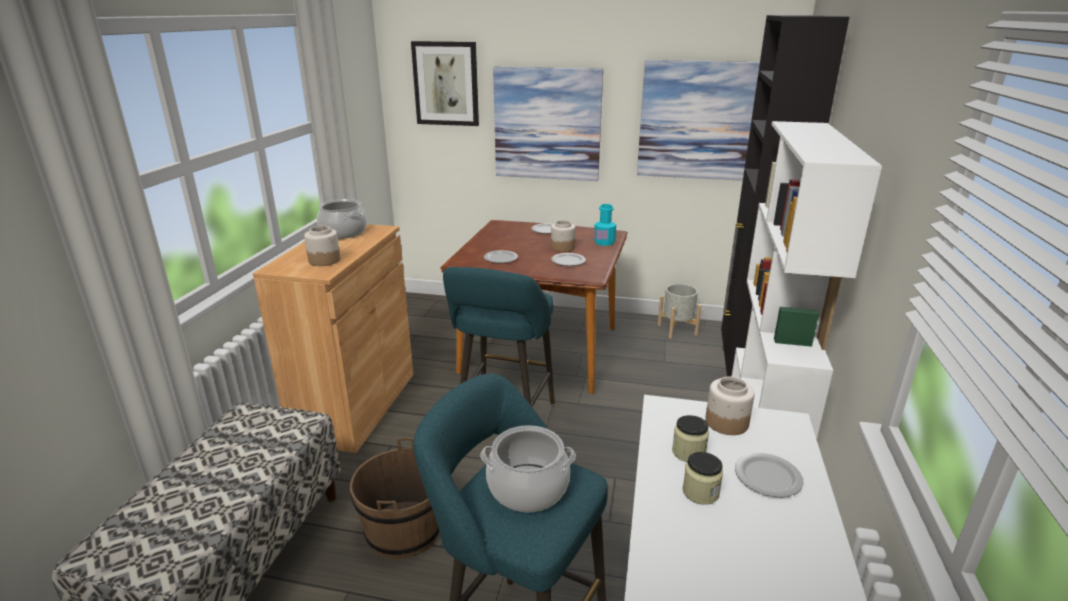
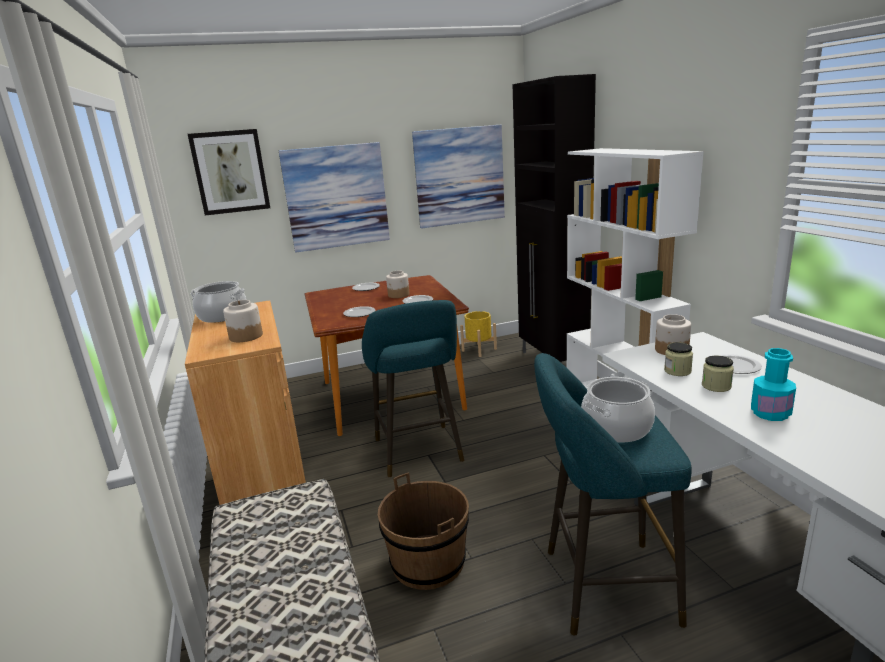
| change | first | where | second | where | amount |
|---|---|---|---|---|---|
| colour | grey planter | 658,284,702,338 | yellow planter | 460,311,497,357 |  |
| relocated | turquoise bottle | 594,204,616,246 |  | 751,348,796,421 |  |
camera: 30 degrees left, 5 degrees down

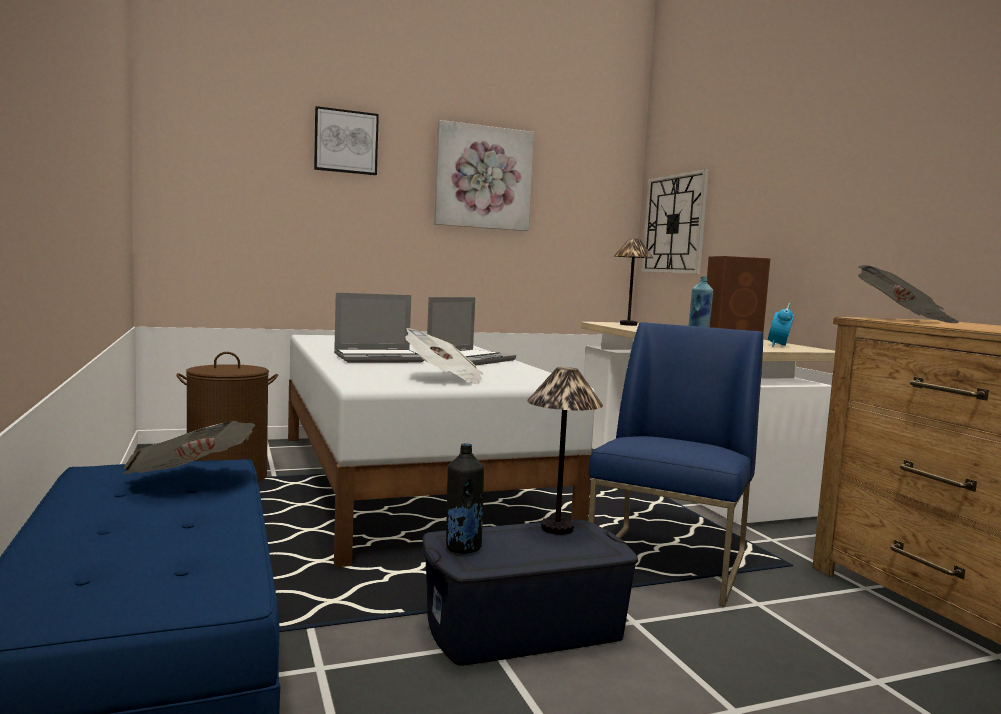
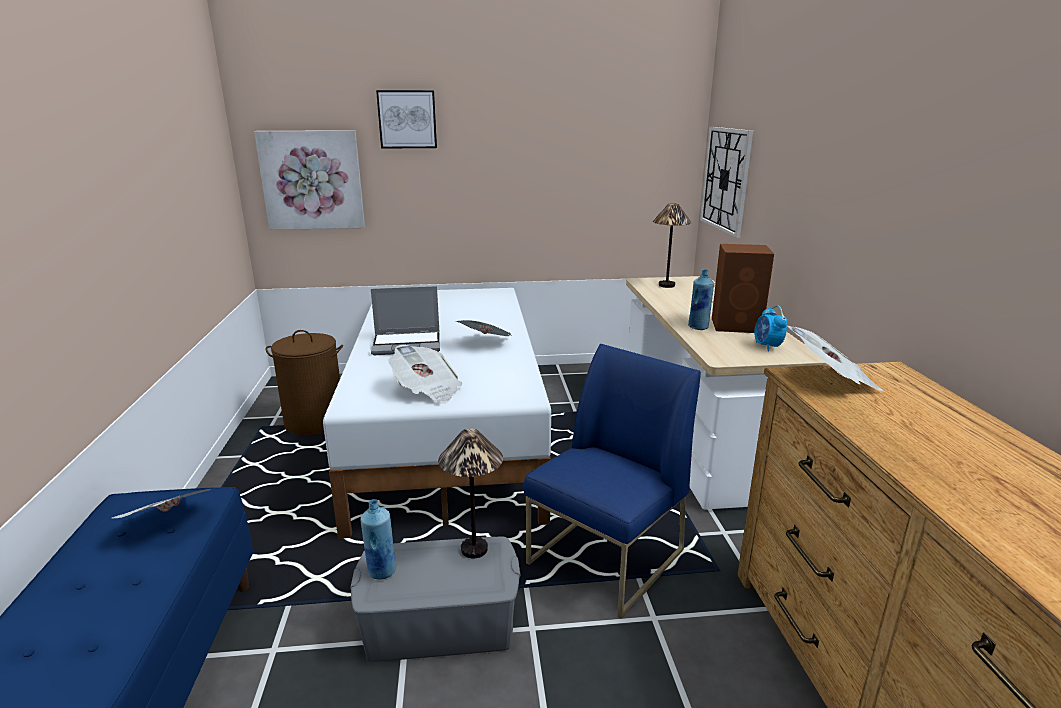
| change | first | where | second | where | amount |
|---|---|---|---|---|---|
| relocated | picture | 434,120,534,231 |  | 254,130,365,230 |  |
| colour | blue storage box | 423,519,638,666 | grey storage box | 350,537,521,662 |  |
| colour | black bottle | 446,443,484,554 | blue bottle | 360,499,396,580 |  |
| exchanged | laptop | 427,297,516,366 | newspaper | 456,320,511,336 |  |
| spun | alarm clock | 768,303,794,347 |  | 754,305,788,352 | 45 degrees counterclockwise |
camera: 15 degrees right, 15 degrees up

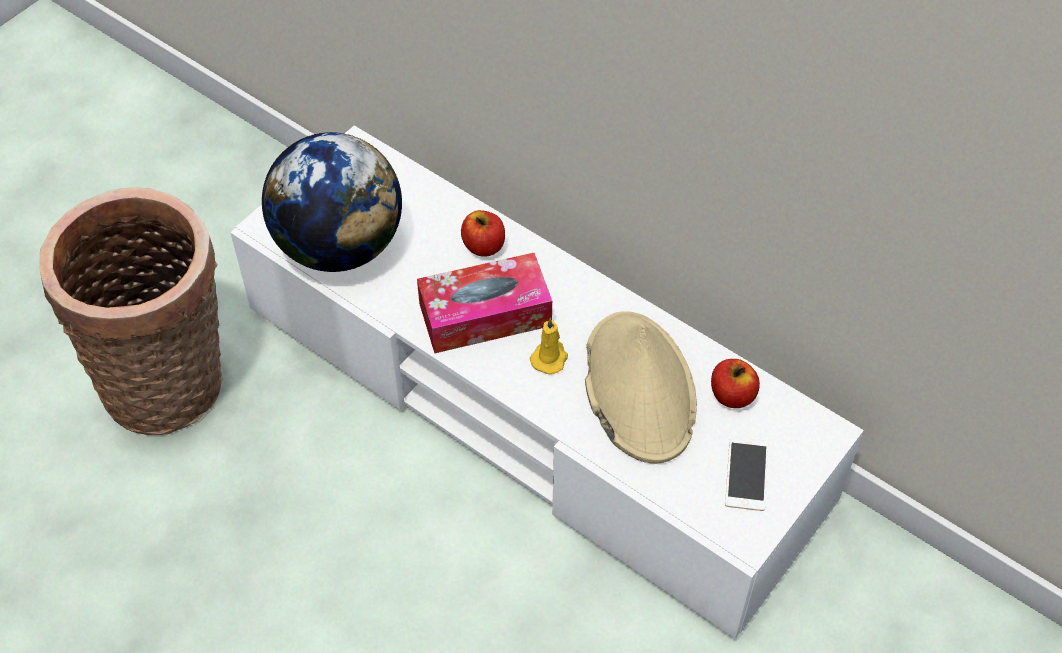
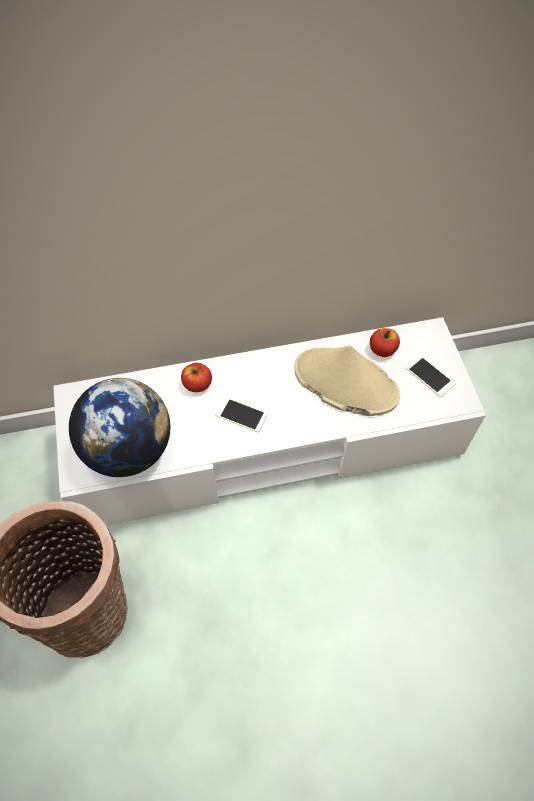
| change | first | where | second | where | amount |
|---|---|---|---|---|---|
| exchanged | tissue box | 417,253,552,353 | phone | 215,397,268,432 |  |
| missing | yellow candle | 530,317,568,375 |  |  |  |
camera: 50 degrees left, 5 degrees up

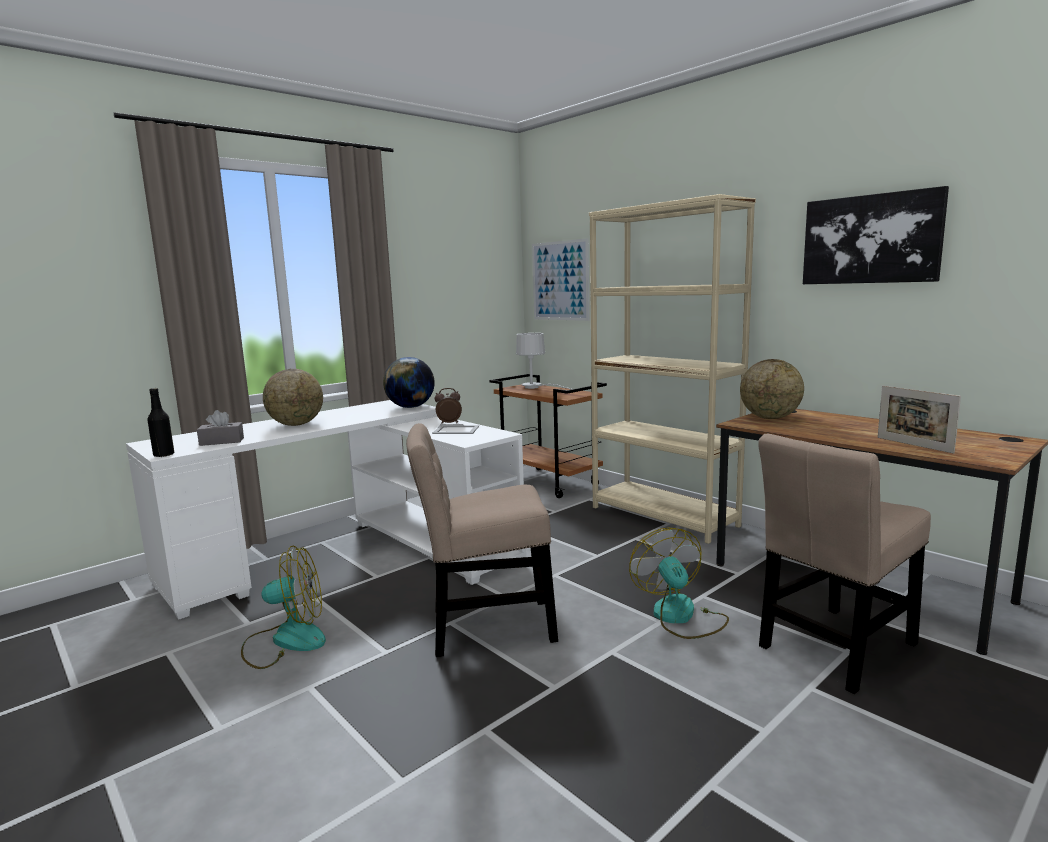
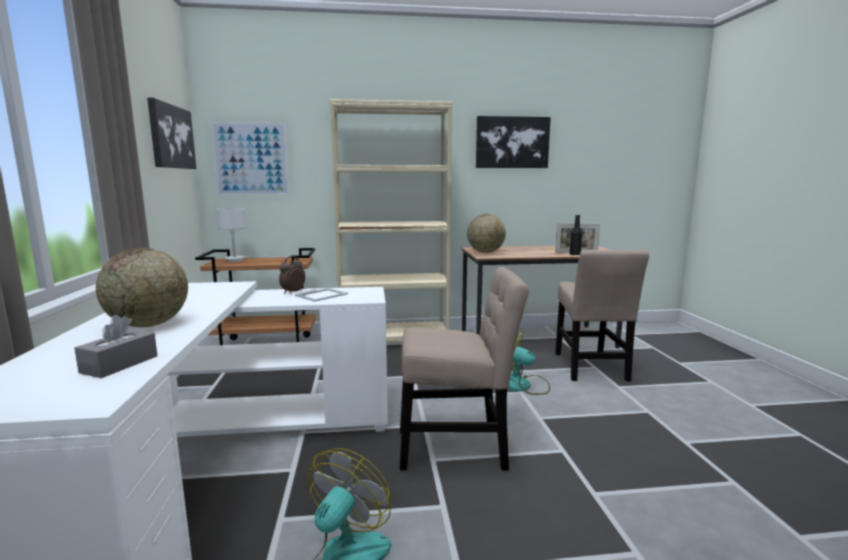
| change | first | where | second | where | amount |
|---|---|---|---|---|---|
| appeared |  |  | picture | 147,98,196,169 |  |
| spun | beige chair | 406,423,558,657 |  | 400,267,529,471 | 120 degrees counterclockwise |
| relocated | black bottle | 147,388,174,457 |  | 569,215,582,255 |  |
| missing | globe | 383,357,435,408 |  |  |  |
camera: 55 degrees left, 0 degrees up

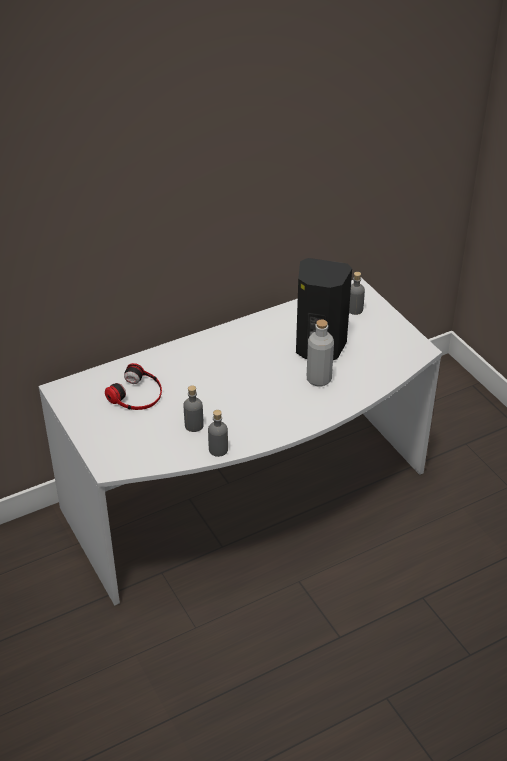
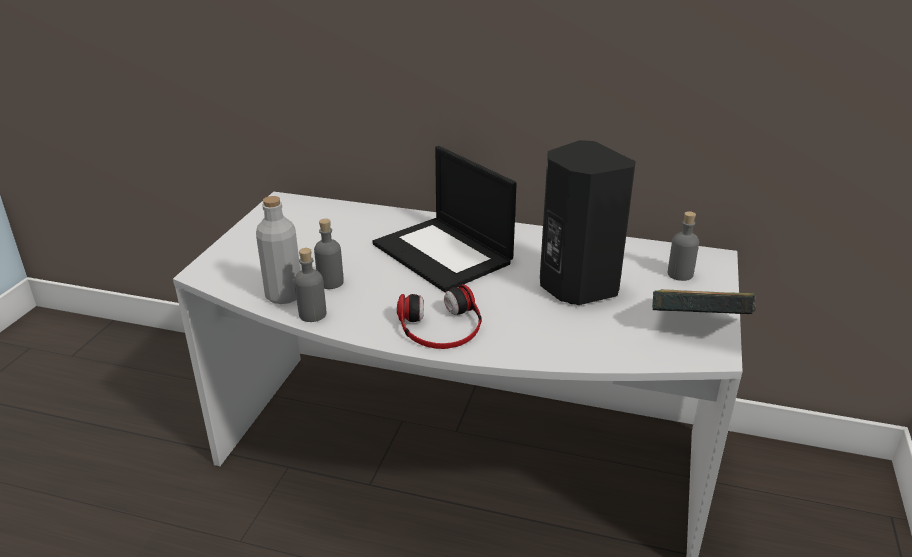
| change | first | where | second | where | amount |
|---|---|---|---|---|---|
| relocated | grey bottle | 307,320,334,386 |  | 256,196,300,304 |  |
| appeared |  |  | laptop | 373,146,517,292 |  |
| relocated | headphones | 105,363,162,410 |  | 397,284,481,349 |  |
| appeared |  |  | book | 652,289,756,314 |  |
camera: 45 degrees right, 10 degrees down

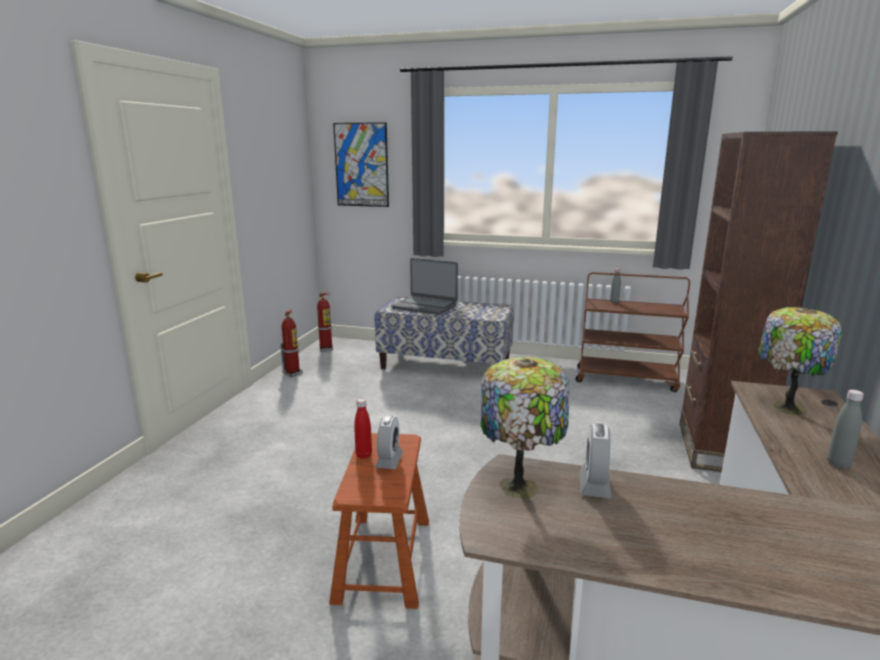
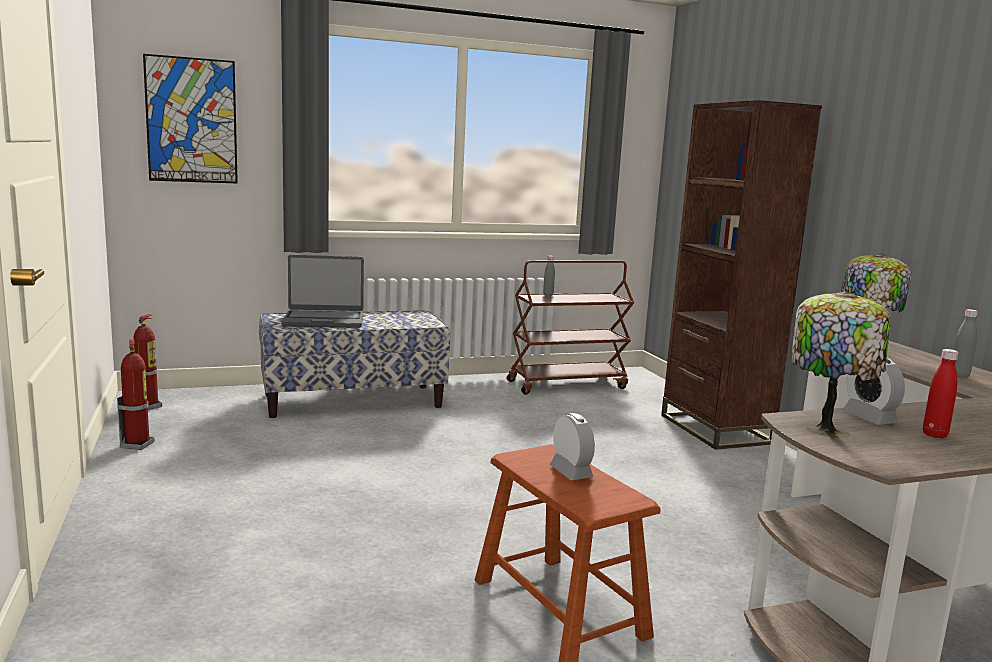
| change | first | where | second | where | amount |
|---|---|---|---|---|---|
| relocated | red bottle | 354,399,372,459 |  | 923,349,959,439 |  |
camera: 35 degrees left, 5 degrees down

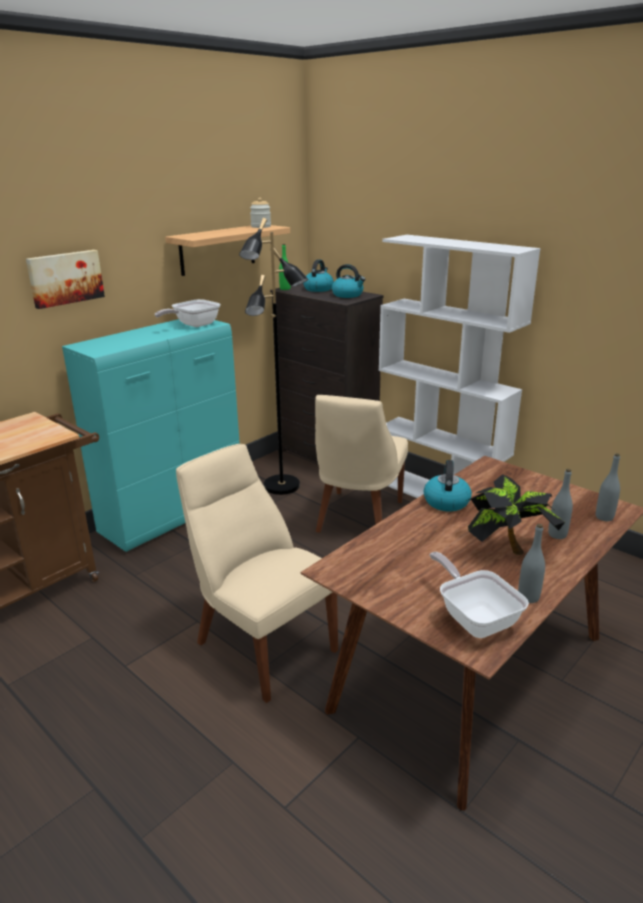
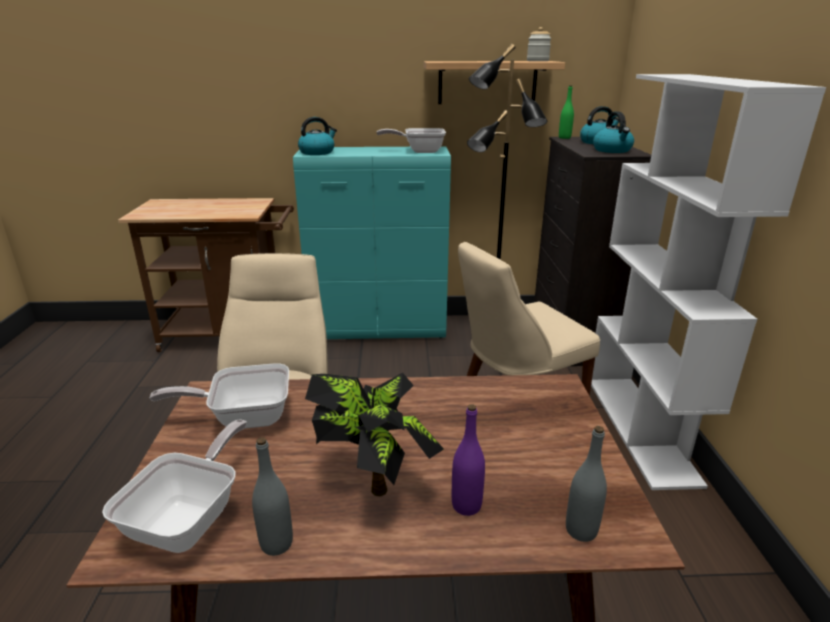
| change | first | where | second | where | amount |
|---|---|---|---|---|---|
| appeared |  |  | frying pan | 150,363,289,429 |  |
| relocated | kettle | 424,460,472,511 |  | 298,117,337,155 |  |
| colour | grey bottle | 548,469,573,539 | purple bottle | 452,404,485,516 |  |
| missing | picture | 26,250,105,309 |  |  |  |
camera: 45 degrees right, 0 degrees up

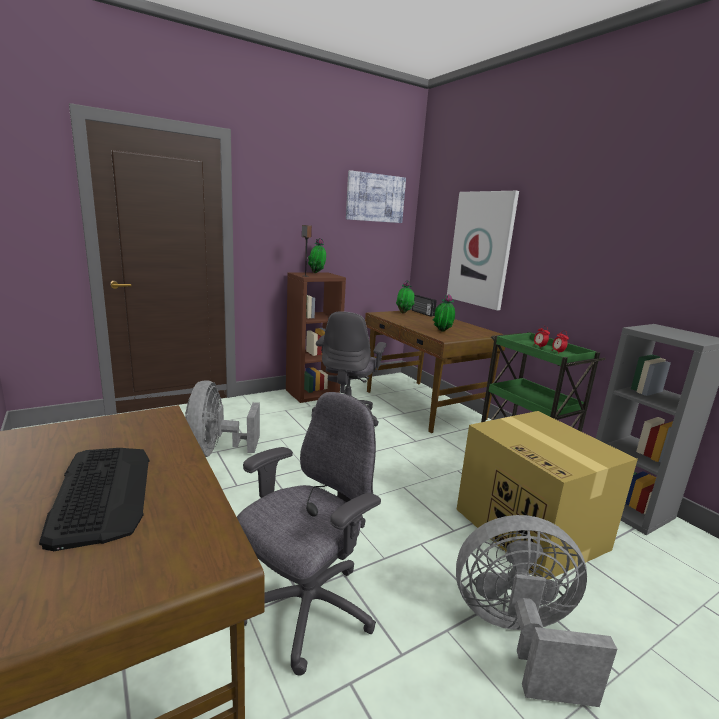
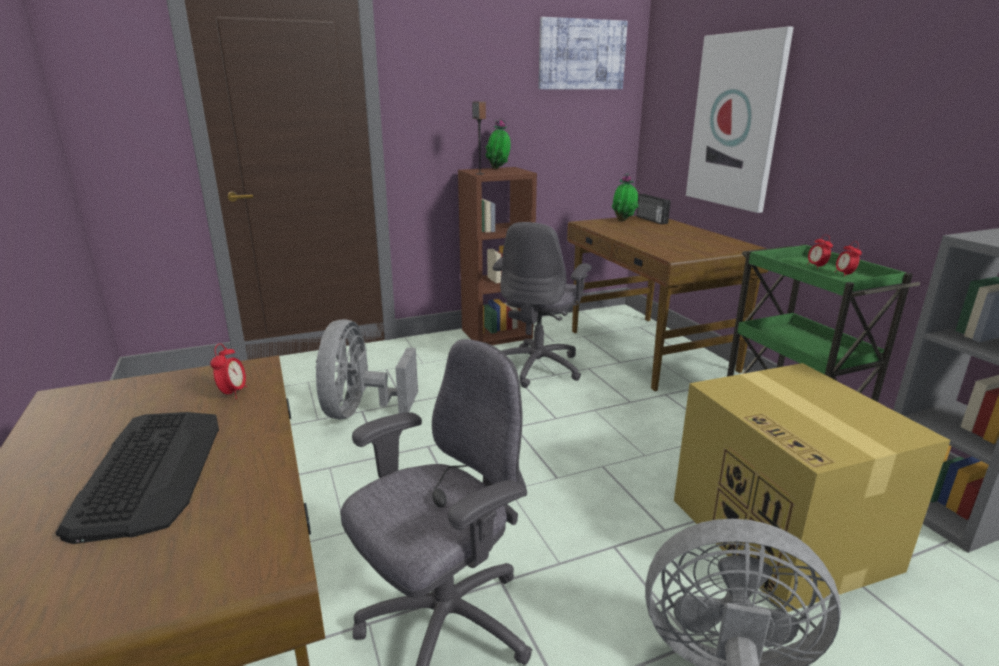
| change | first | where | second | where | amount |
|---|---|---|---|---|---|
| appeared |  |  | alarm clock | 210,343,247,399 |  |
| missing | potted plant | 433,294,455,332 |  |  |  |
camera: 10 degrees right, 5 degrees up

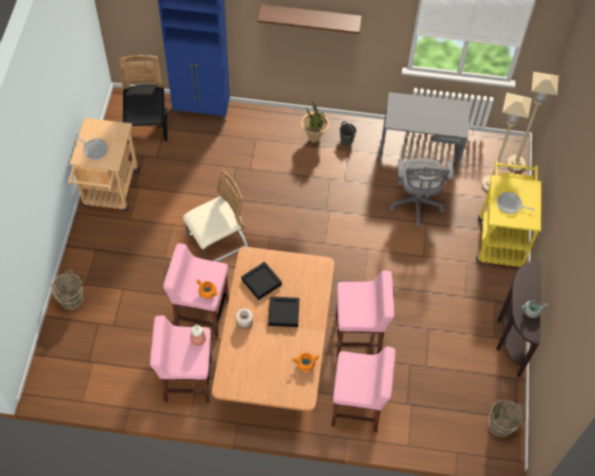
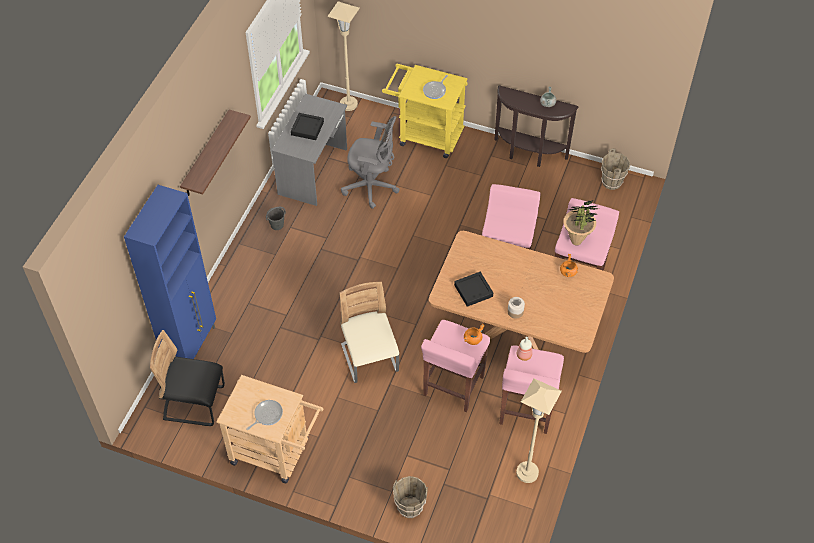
| change | first | where | second | where | amount |
|---|---|---|---|---|---|
| relocated | black tray | 268,296,300,327 |  | 291,113,324,140 |  |
| relocated | beige floor lamp | 481,93,532,191 |  | 516,379,562,483 |  |
| relocated | potted plant | 301,101,330,143 |  | 563,200,598,246 |  |
camera: 75 degrees left, 5 degrees down

